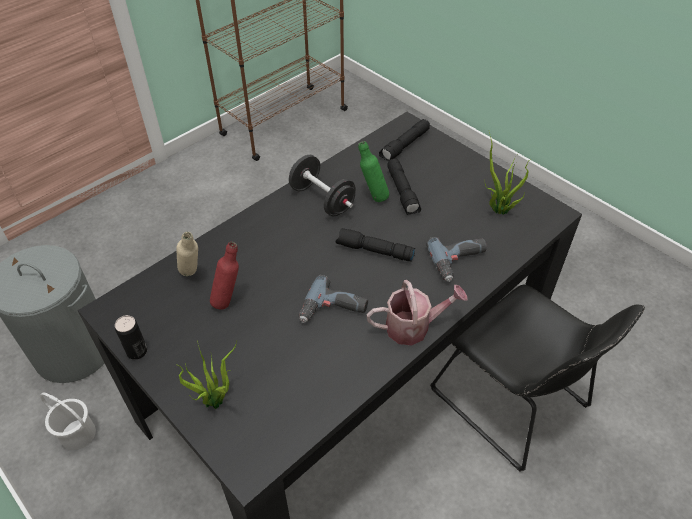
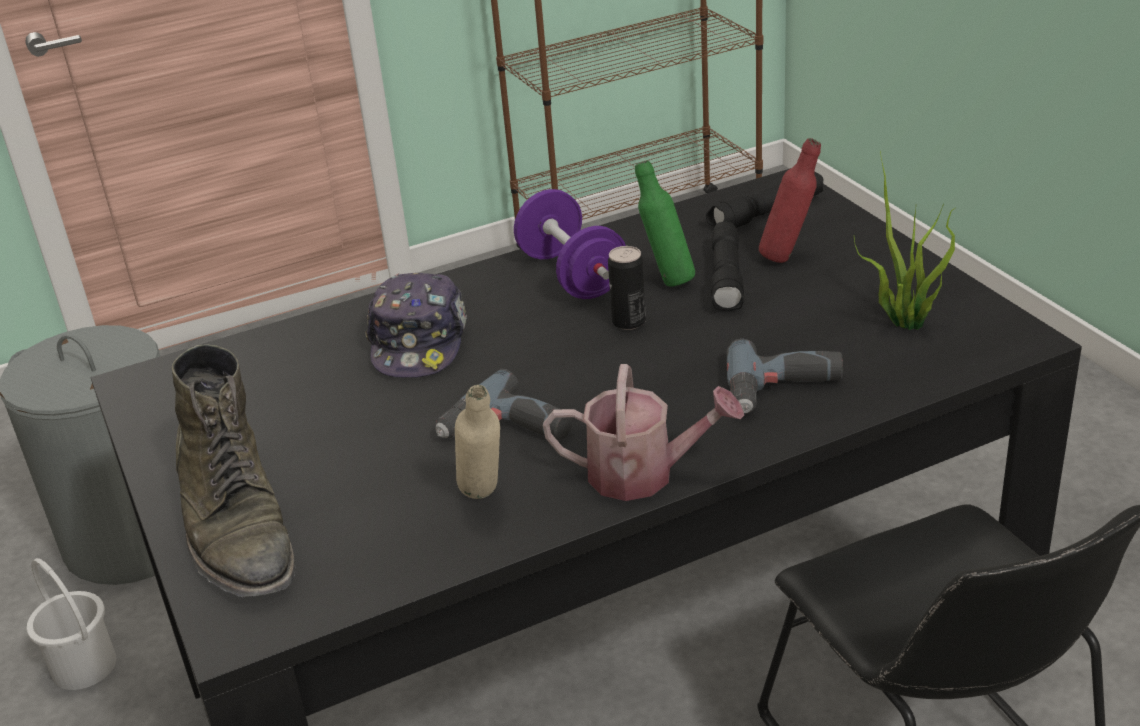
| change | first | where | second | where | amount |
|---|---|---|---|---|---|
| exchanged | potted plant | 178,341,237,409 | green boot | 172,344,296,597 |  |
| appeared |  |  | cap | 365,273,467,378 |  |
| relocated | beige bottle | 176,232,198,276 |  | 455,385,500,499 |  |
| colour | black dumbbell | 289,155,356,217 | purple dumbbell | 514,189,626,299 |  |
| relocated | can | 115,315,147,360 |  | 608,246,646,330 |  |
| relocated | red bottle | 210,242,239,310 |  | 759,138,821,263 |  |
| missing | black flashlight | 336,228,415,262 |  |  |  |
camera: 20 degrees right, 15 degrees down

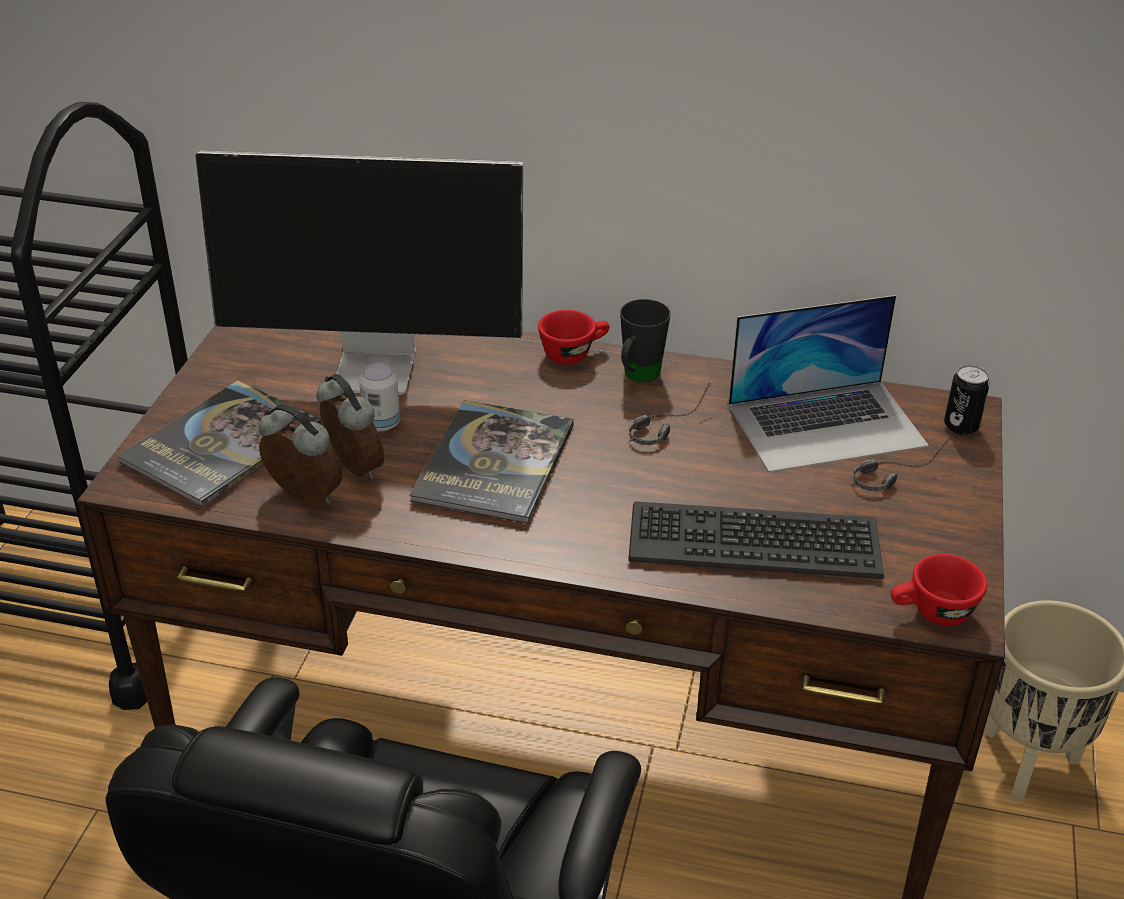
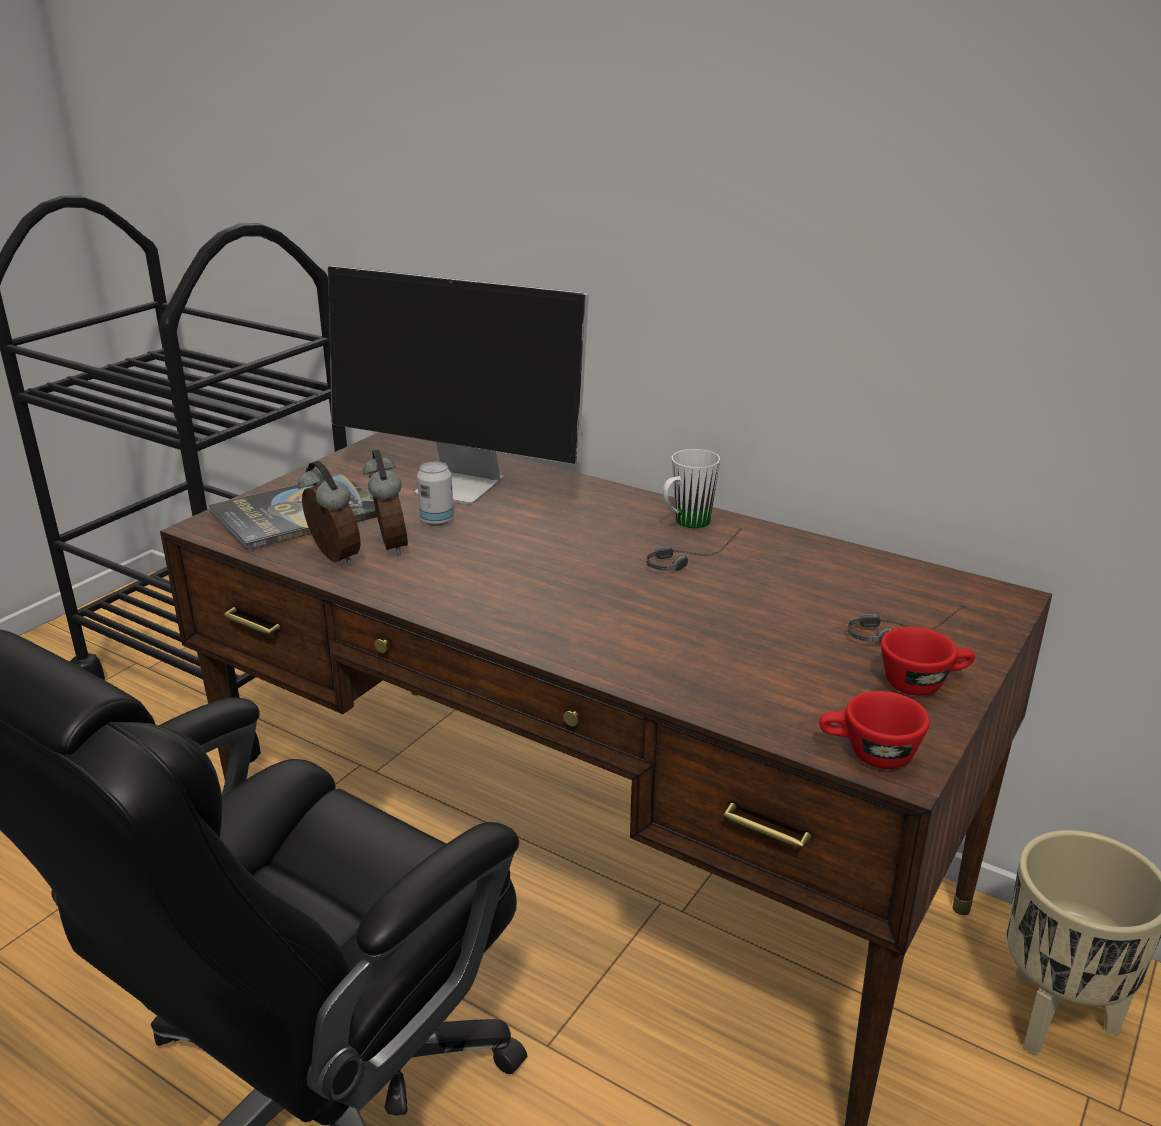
| change | first | where | second | where | amount |
|---|---|---|---|---|---|
| colour | black mug | 620,299,670,382 | white mug | 663,449,720,528 |  |
| relocated | red cup | 538,310,609,365 |  | 881,627,975,696 |  |
| missing | book | 409,400,574,524 |  |  |  |
| missing | keyboard | 628,501,884,579 |  |  |  |
| missing | laptop | 728,295,929,473 |  |  |  |
| missing | can | 944,365,990,435 |  |  |  |
camera: 20 degrees right, 10 degrees down

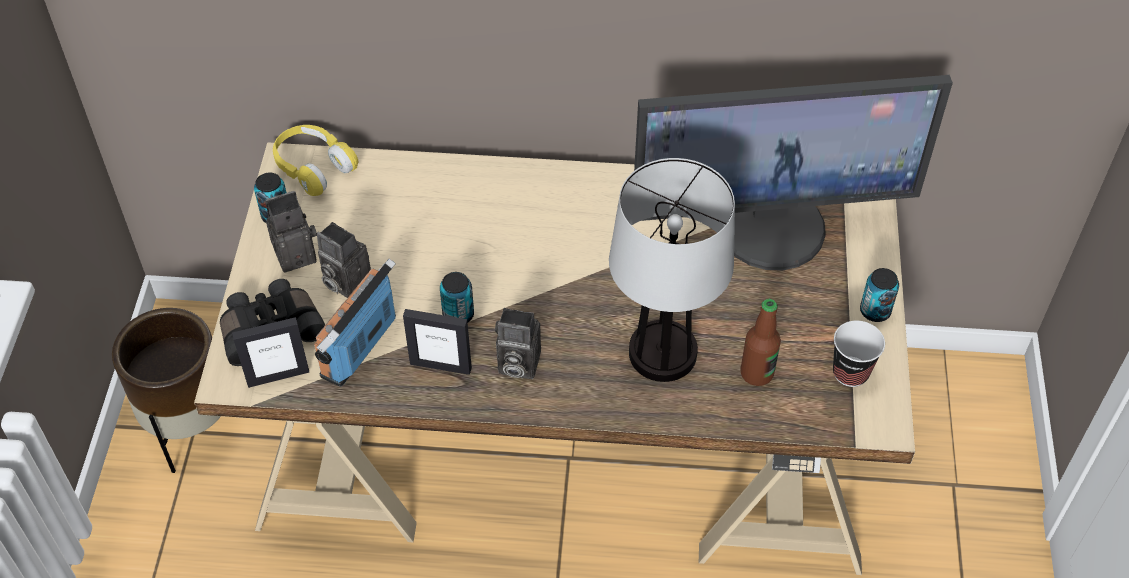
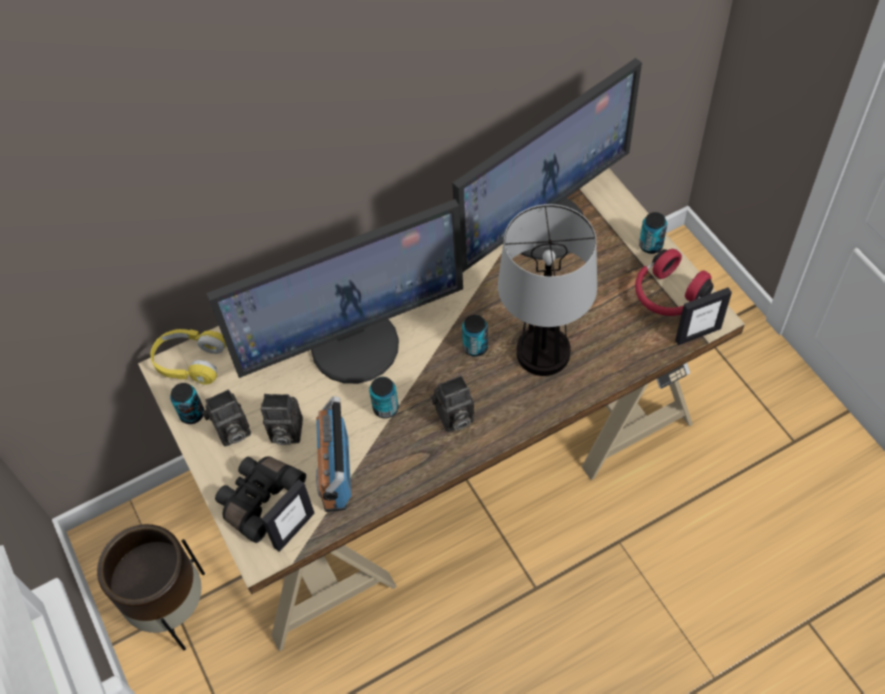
| change | first | where | second | where | amount |
|---|---|---|---|---|---|
| spun | photo camera | 265,191,317,272 |  | 202,389,251,447 | 150 degrees counterclockwise |
| appeared |  |  | monitor | 206,199,463,384 |  |
| appeared |  |  | can | 462,315,488,357 |  |
| exchanged | cup | 833,321,885,387 | red headphones | 635,249,714,316 |  |
| relocated | picture frame | 403,309,472,375 |  | 675,287,732,345 |  |
| missing | bottle | 741,299,781,386 |  |  |  |
camera: 30 degrees left, 5 degrees up

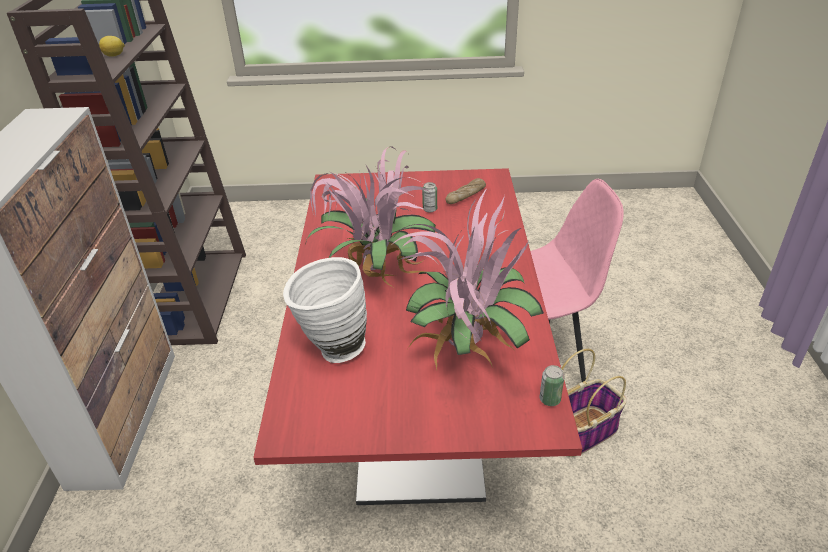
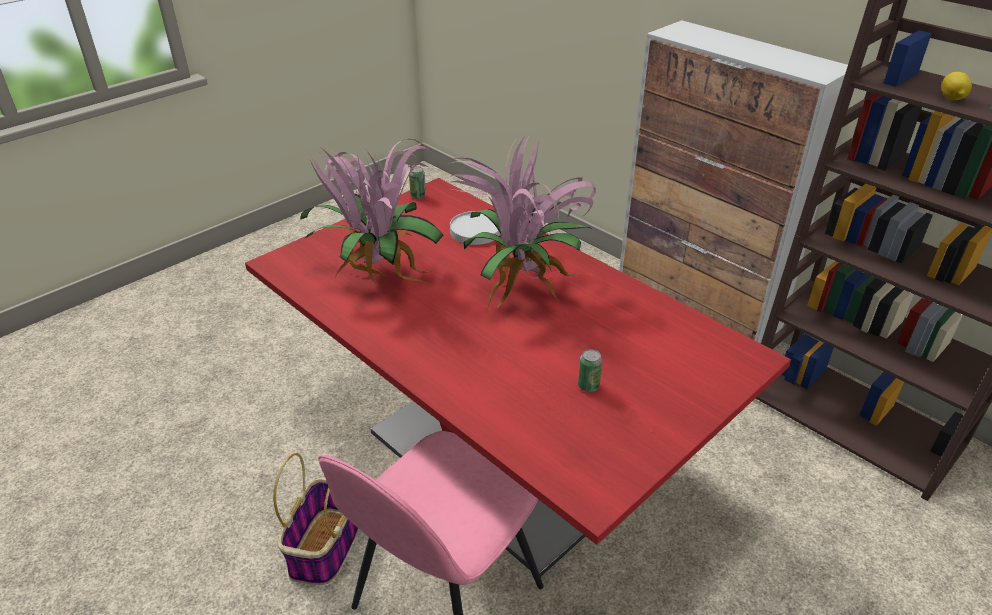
| change | first | where | second | where | amount |
|---|---|---|---|---|---|
| relocated | can | 540,365,564,406 |  | 409,166,426,199 |  |
| exchanged | white vase | 283,257,367,363 | white plate | 450,211,500,245 |  |
| missing | bread | 446,178,486,204 |  |  |  |
camera: 135 degrees right, 0 degrees up

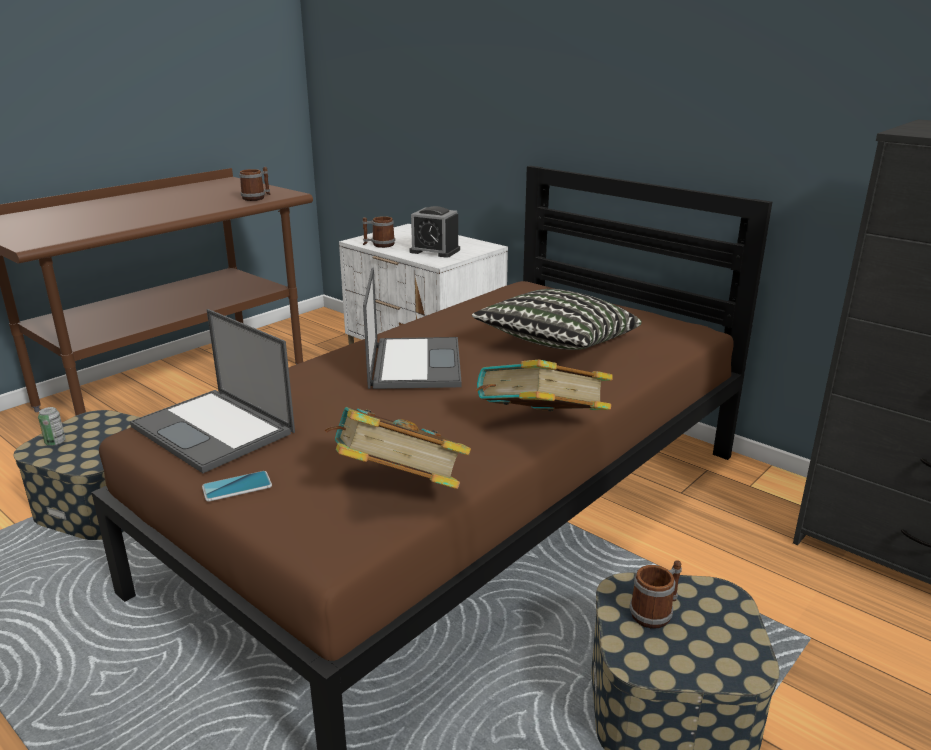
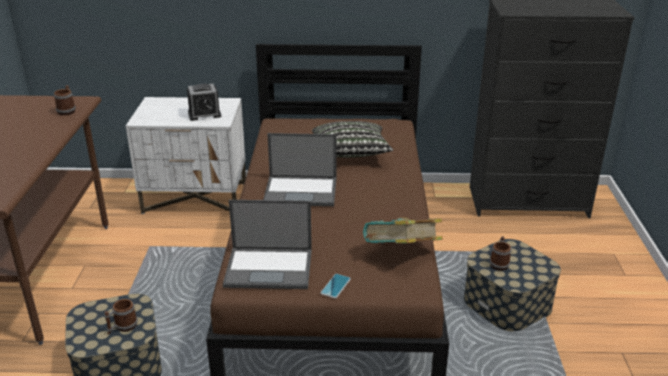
| change | first | where | second | where | amount |
|---|---|---|---|---|---|
| relocated | mug | 362,216,395,248 |  | 104,299,138,334 |  |
| spun | laptop | 363,268,462,389 |  | 263,133,336,206 | 135 degrees clockwise |
| missing | can | 38,407,66,446 |  |  |  |
| missing | book | 476,360,613,411 |  |  |  |
camera: 40 degrees left, 5 degrees up

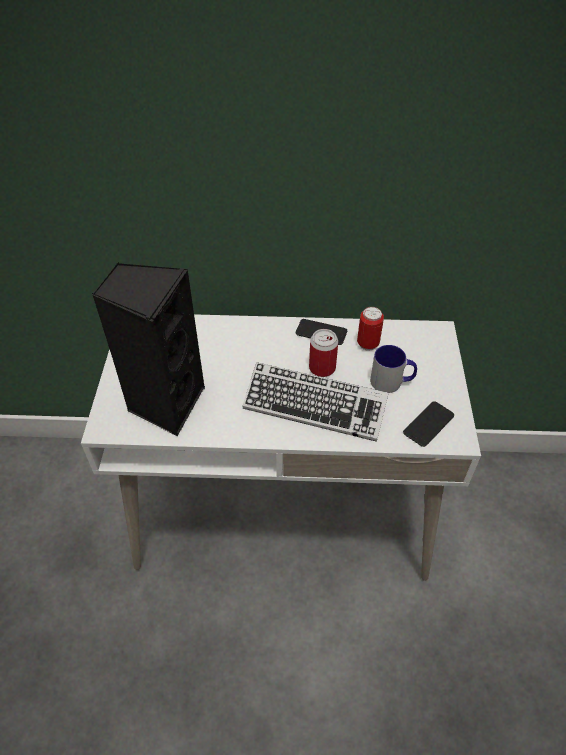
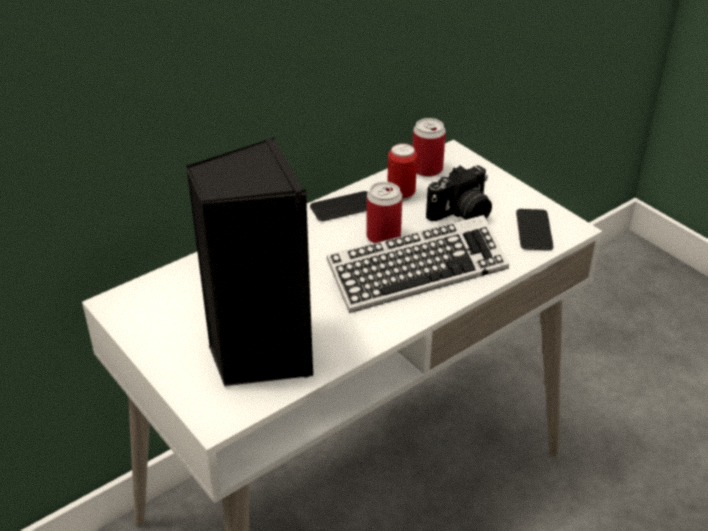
| change | first | where | second | where | amount |
|---|---|---|---|---|---|
| appeared |  |  | can | 413,118,446,177 |  |
| exchanged | mug | 370,345,417,393 | photo camera | 426,165,492,221 |  |
camera: 40 degrees left, 10 degrees down

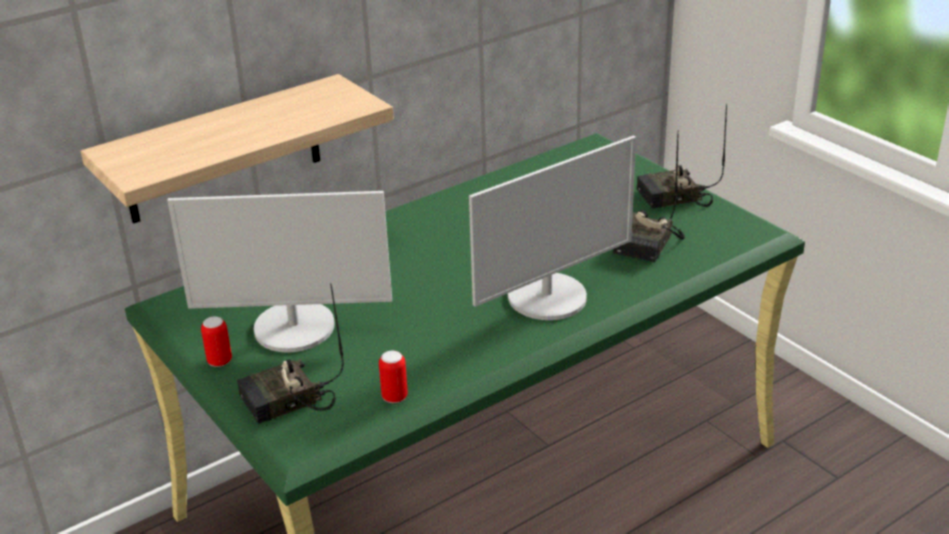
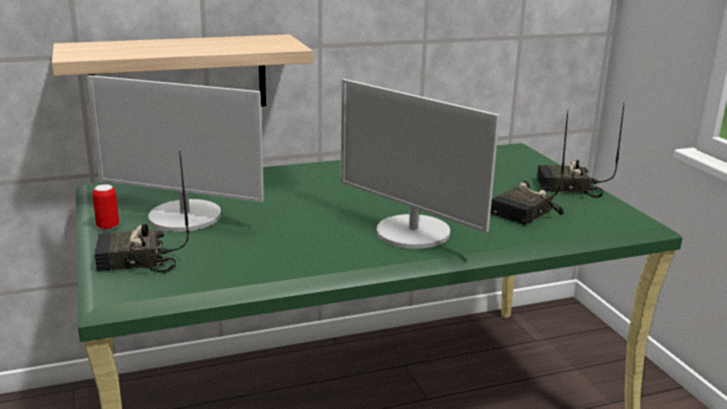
| change | first | where | second | where | amount |
|---|---|---|---|---|---|
| spun | monitor | 469,136,636,320 |  | 340,79,500,249 | 60 degrees clockwise |
| missing | can | 379,351,408,403 |  |  |  |
camera: 15 degrees right, 10 degrees down

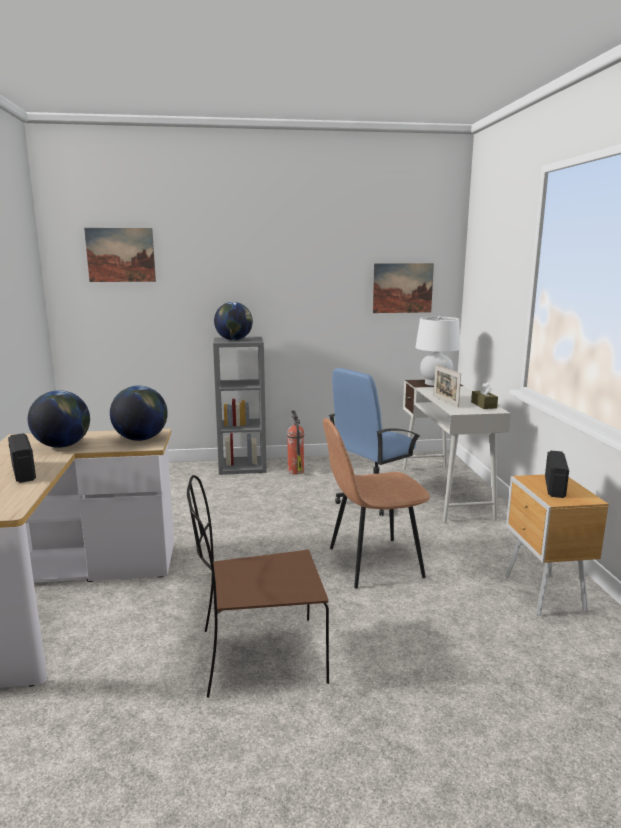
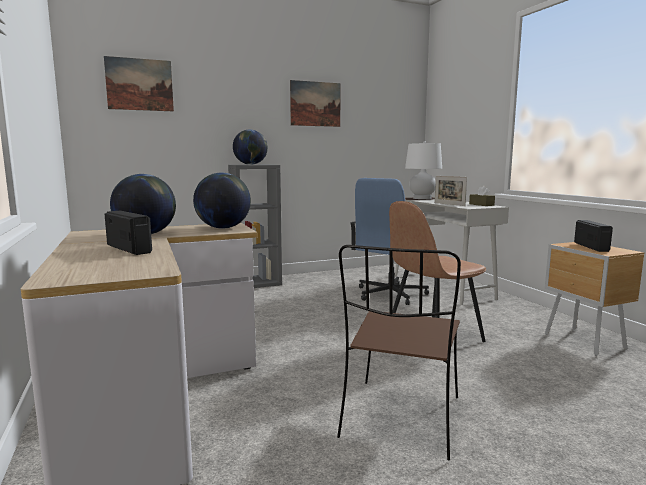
| change | first | where | second | where | amount |
|---|---|---|---|---|---|
| relocated | picture | 373,263,434,313 |  | 290,80,341,127 |  |
| spun | brown chair | 187,475,329,698 |  | 337,245,461,460 | 45 degrees counterclockwise |
| missing | fire extinguisher | 287,410,304,475 |  |  |  |
camera: 15 degrees left, 5 degrees down

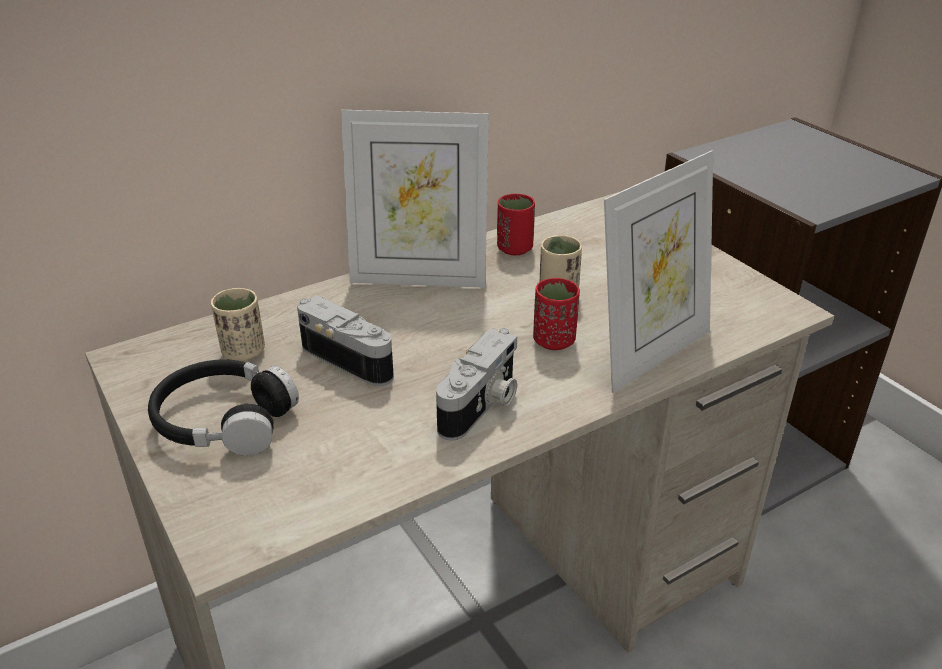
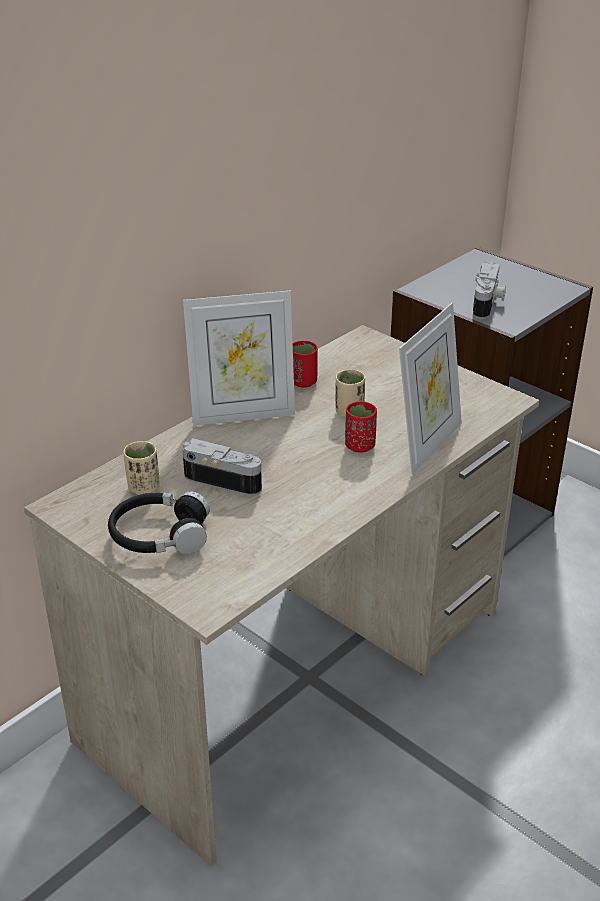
| change | first | where | second | where | amount |
|---|---|---|---|---|---|
| relocated | photo camera | 436,328,517,441 |  | 473,262,506,319 |  |
camera: 15 degrees left, 0 degrees up

